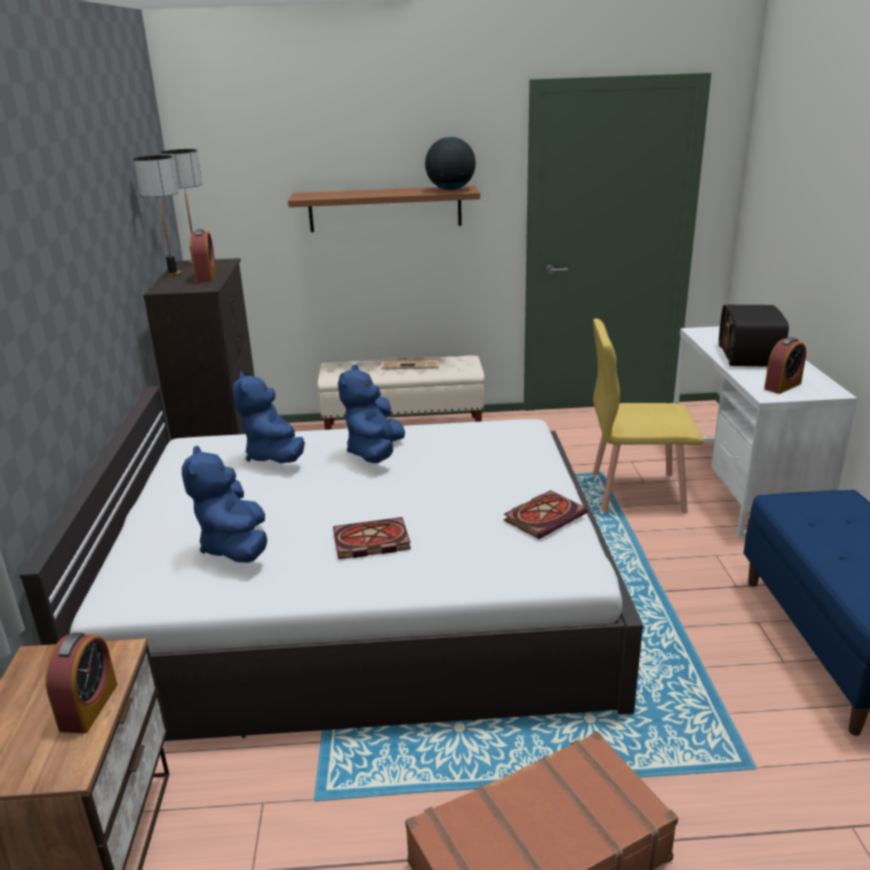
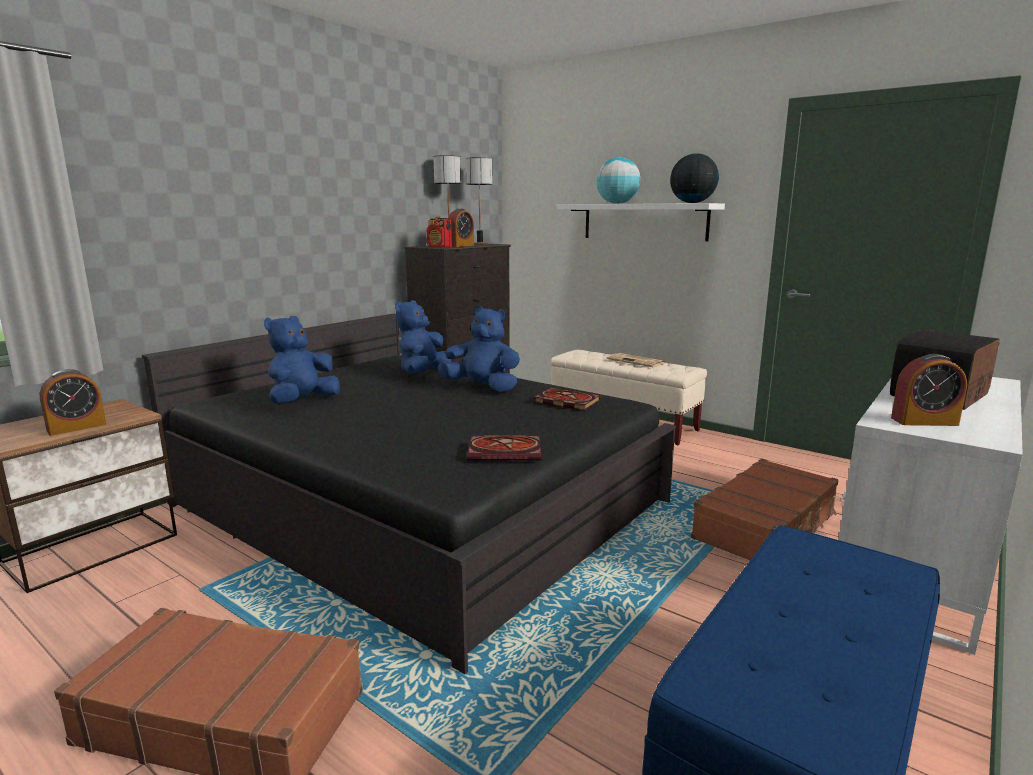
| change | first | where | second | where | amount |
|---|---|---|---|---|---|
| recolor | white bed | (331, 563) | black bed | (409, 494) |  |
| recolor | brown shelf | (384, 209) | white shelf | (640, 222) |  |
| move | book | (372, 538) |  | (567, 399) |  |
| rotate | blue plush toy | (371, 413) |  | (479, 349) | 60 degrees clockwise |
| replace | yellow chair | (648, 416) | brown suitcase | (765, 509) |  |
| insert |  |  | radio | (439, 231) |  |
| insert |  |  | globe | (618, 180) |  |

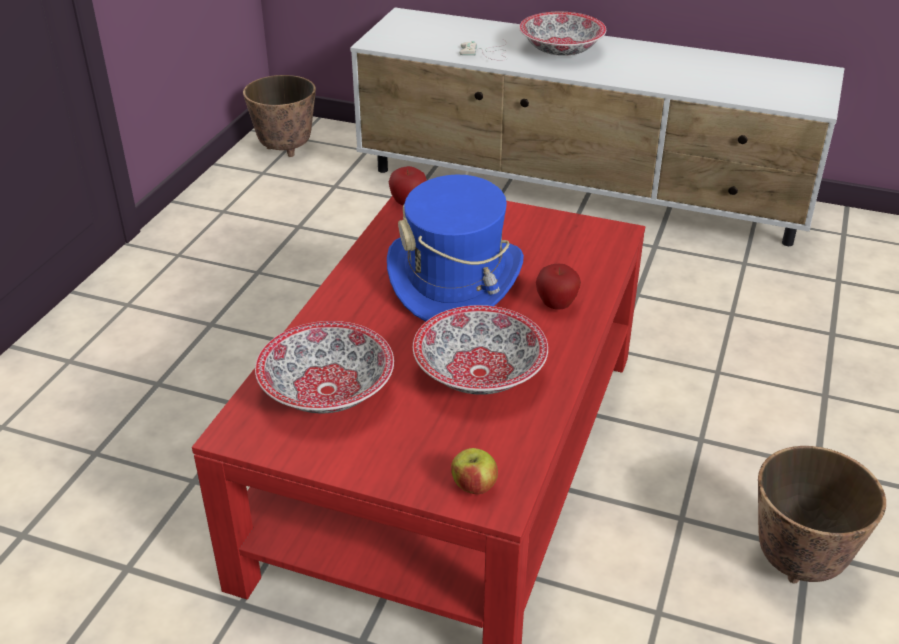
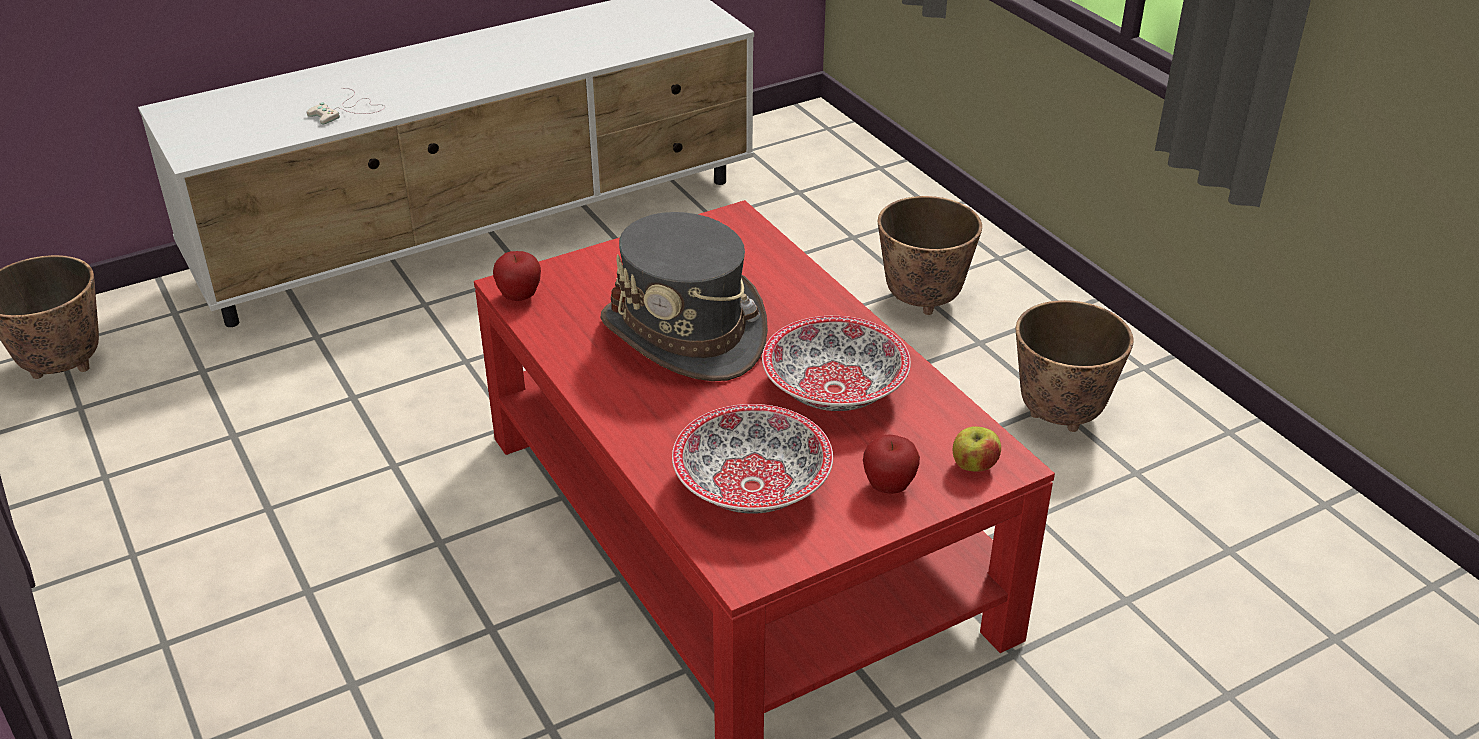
| change | first | where | second | where | amount |
|---|---|---|---|---|---|
| recolor | blue hat | (455, 248) | grey hat | (684, 296) |  |
| delete | bowl | (562, 34) |  |  |  |
| move | apple | (558, 287) |  | (891, 464) |  |
| insert |  |  | planter | (930, 255) |  |

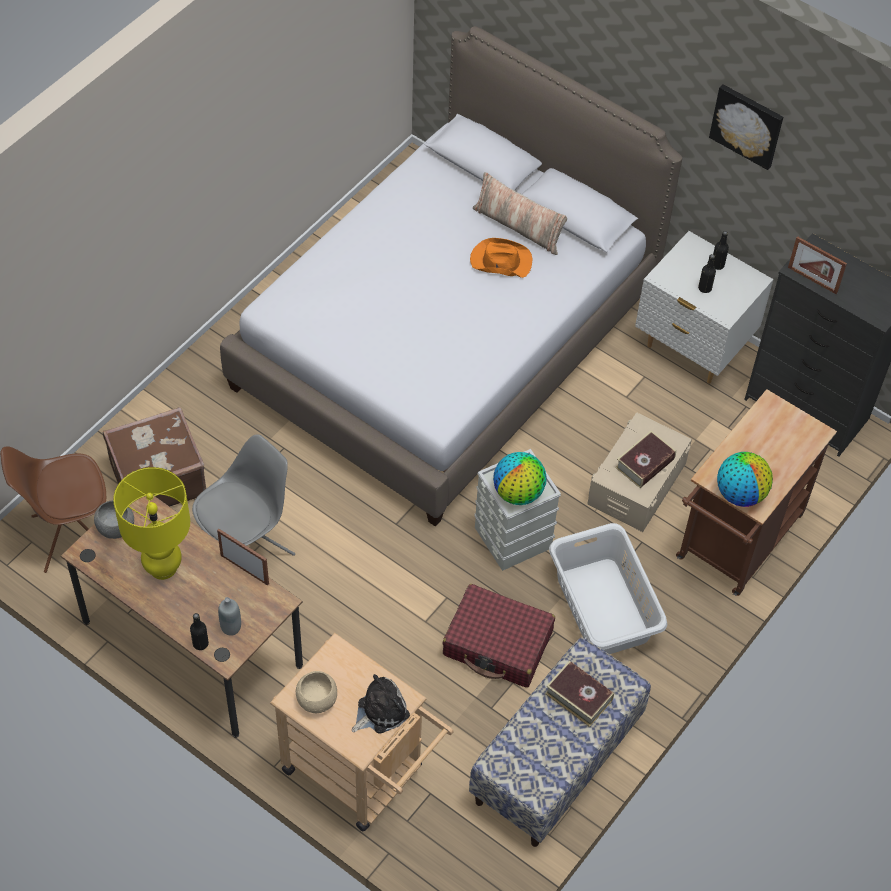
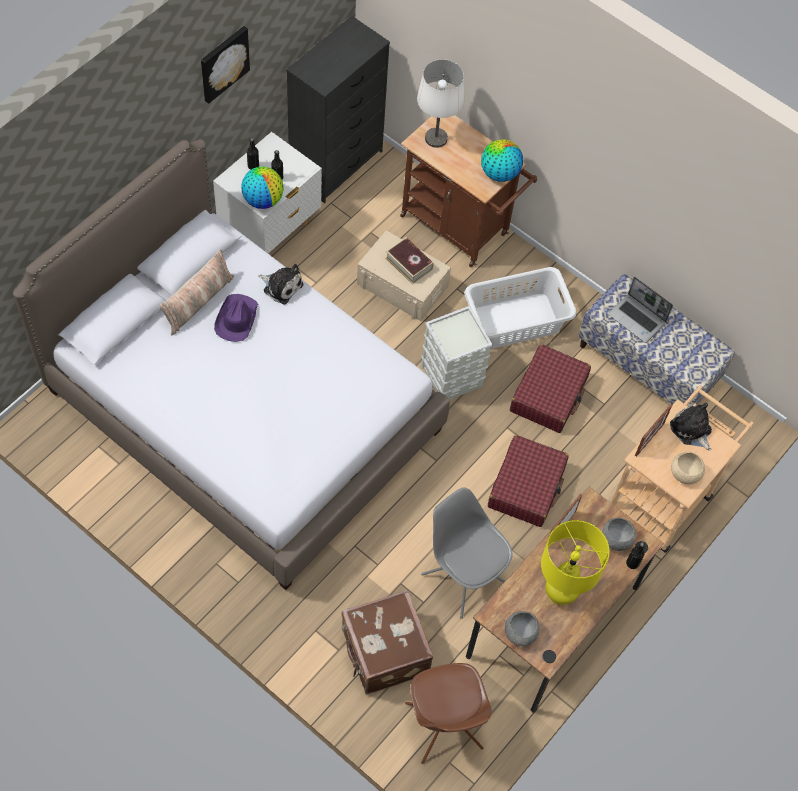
| change | first | where | second | where | amount |
|---|---|---|---|---|---|
| replace | grey bottle | (229, 616) | grey bowl | (619, 534) |  |
| recolor | orange hat | (501, 258) | purple hat | (236, 318) |  |
| move | globe | (520, 478) |  | (262, 188) |  |
| replace | book | (579, 693) | laptop | (640, 309) |  |
| move | picture frame | (817, 265) |  | (653, 430) |  |
| insert |  |  | plush toy | (281, 284) |  |
| insert |  |  | white table lamp | (440, 103) |  |
| insert |  |  | red suitcase | (528, 481) |  |

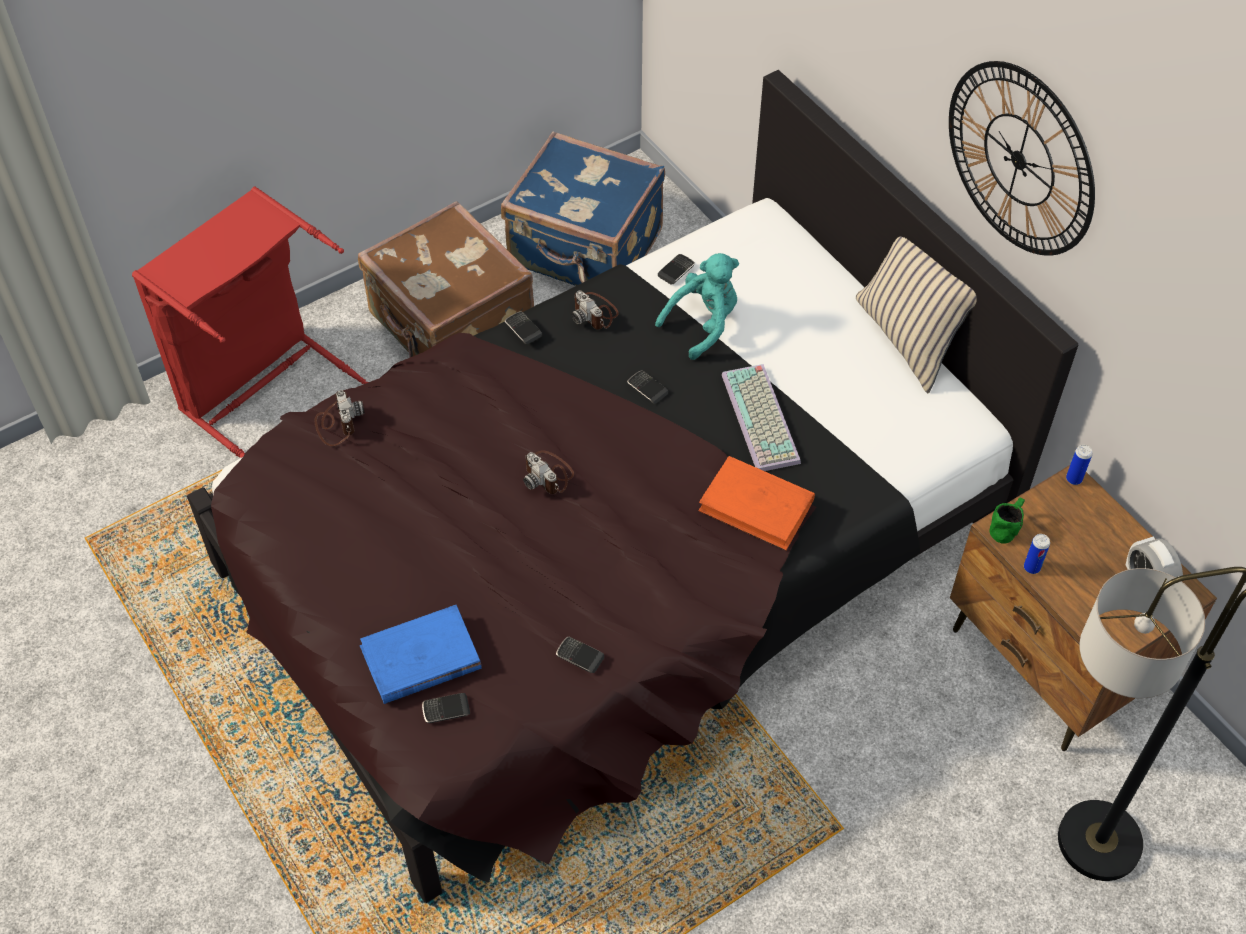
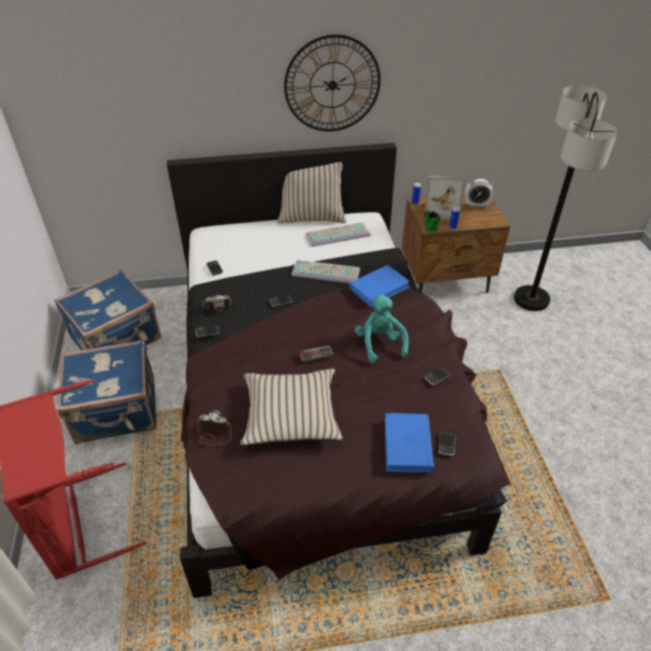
| change | first | where | second | where | amount |
|---|---|---|---|---|---|
| recolor | brown suitcase | (446, 279) | blue suitcase | (107, 392) |  |
| replace | photo camera | (548, 472) | game controller | (316, 353) |  |
| move | turquoise plush toy | (697, 306) |  | (382, 328) |  |
| recolor | orange book | (757, 503) | blue book | (379, 286) |  |
| insert |  |  | beige pillow | (292, 407) |  |
| insert |  |  | keyboard | (338, 234) |  |
| insert |  |  | picture frame | (445, 198) |  |

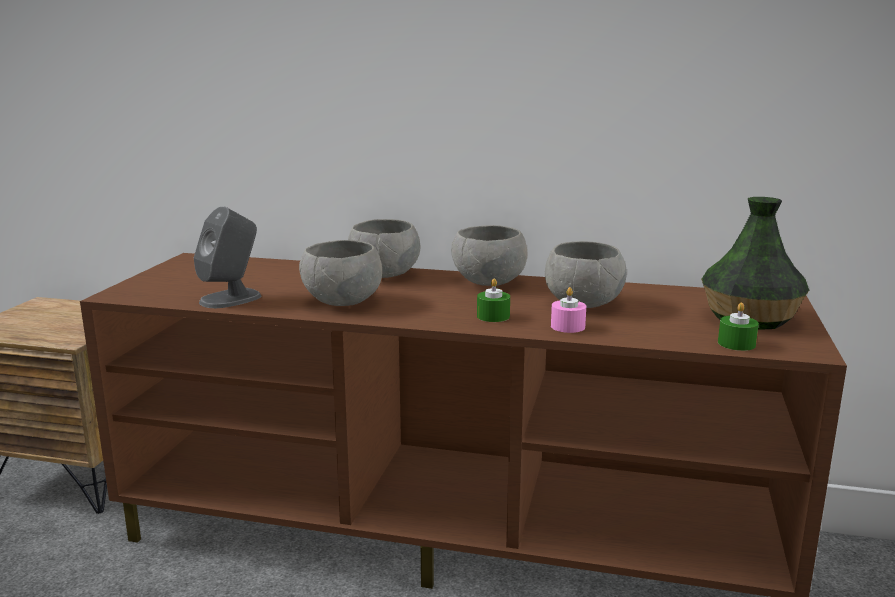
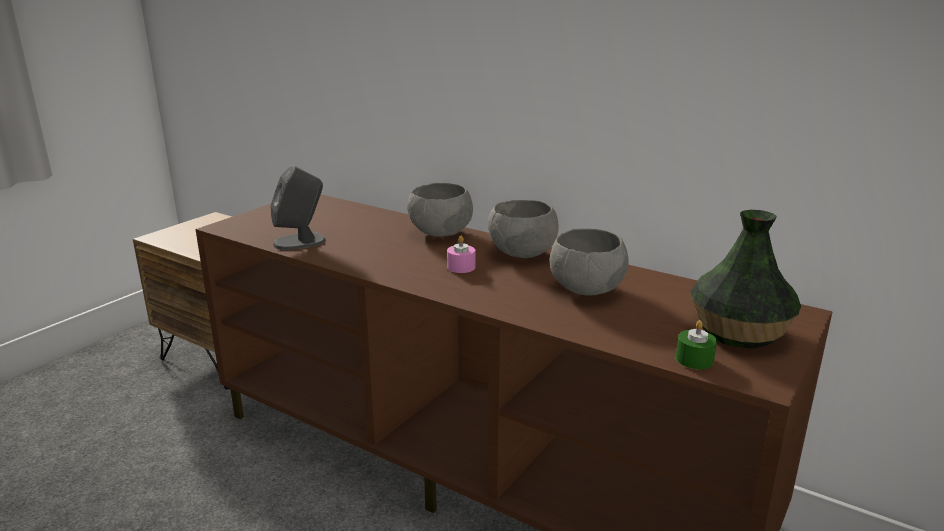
| change | first | where | second | where | amount |
|---|---|---|---|---|---|
| delete | grey bowl | (340, 273) |  |  |  |
| delete | green candle | (493, 300) |  |  |  |
| move | pink candle | (568, 310) |  | (461, 254) |  |

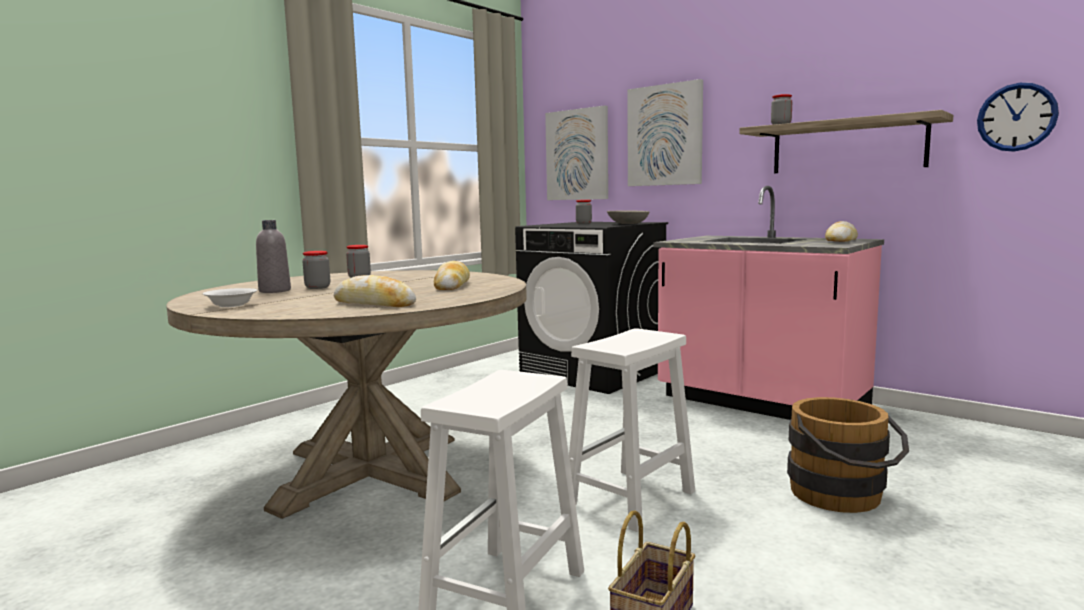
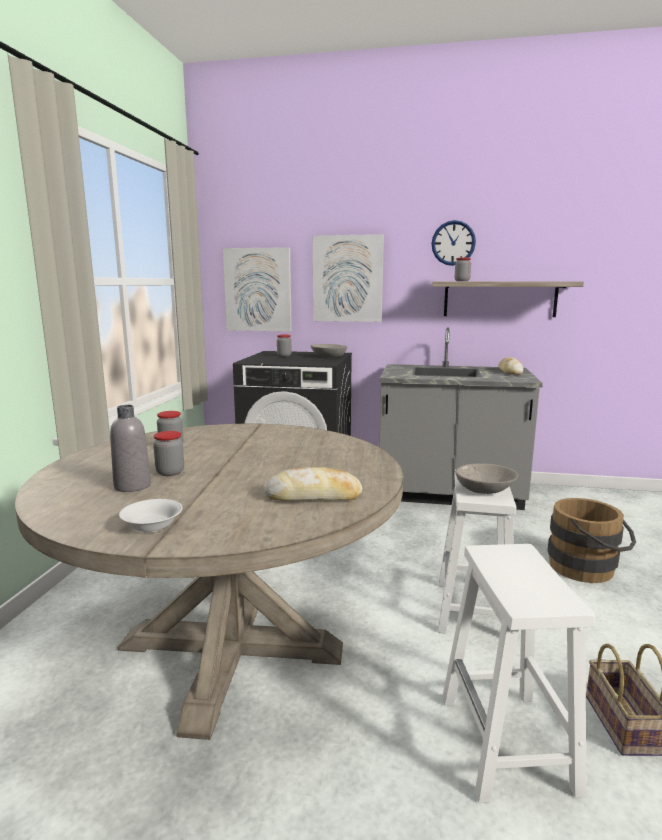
| change | first | where | second | where | amount |
|---|---|---|---|---|---|
| delete | bread | (452, 275) |  |  |  |
| recolor | pink counter | (768, 303) | grey counter | (461, 419) |  |
| move | wall clock | (1018, 117) |  | (453, 243) |  |
| insert |  |  | grey bowl | (486, 478) |  |

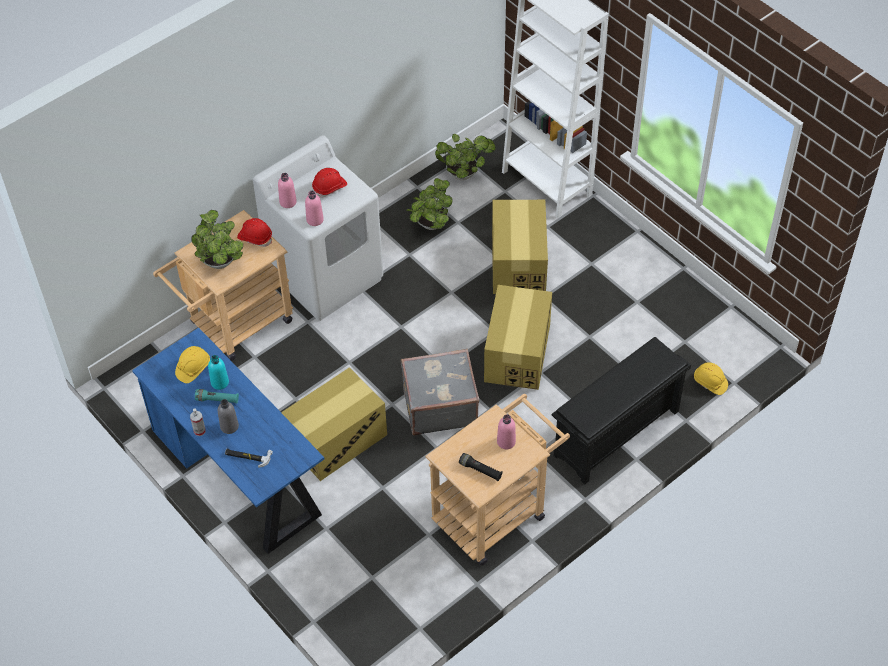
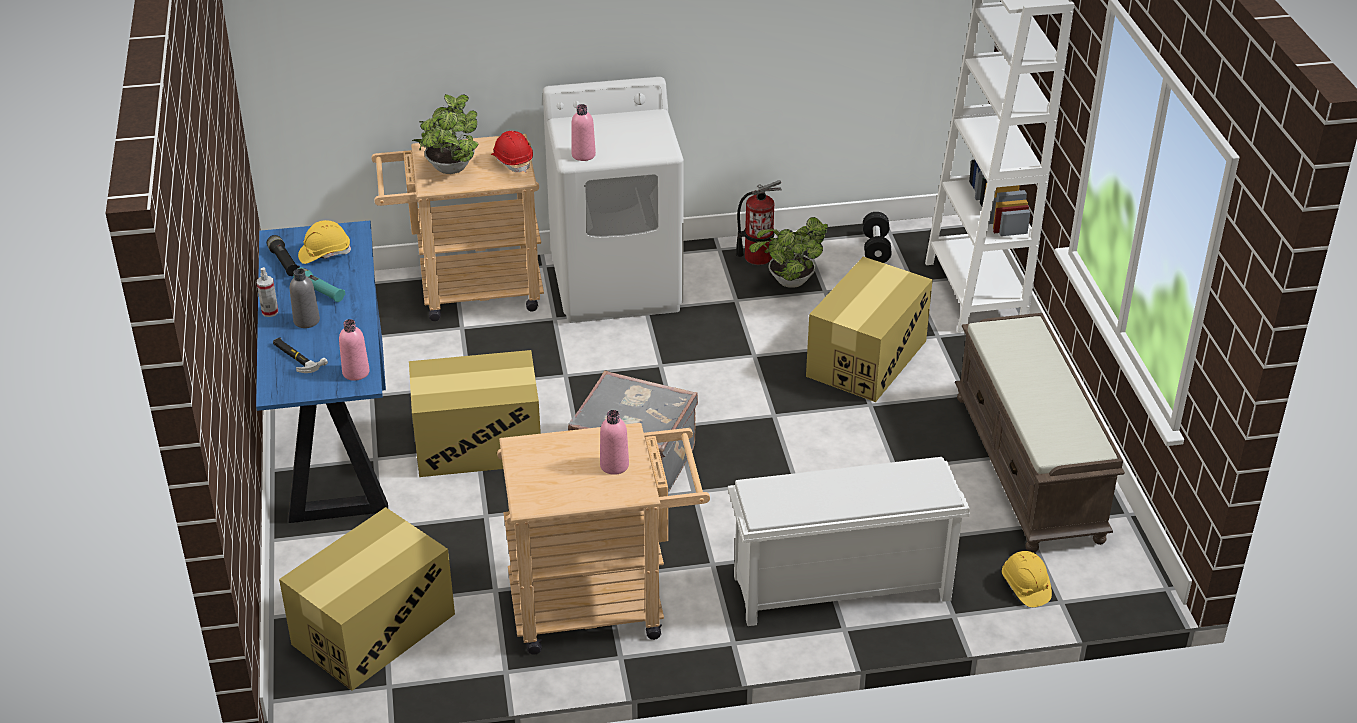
| change | first | where | second | where | amount |
|---|---|---|---|---|---|
| delete | turquoise bottle | (218, 372) |  |  |  |
| move | pink bottle | (287, 190) |  | (354, 350) |  |
| delete | red hard hat | (329, 183) |  |  |  |
| replace | potted plant | (465, 157) | black dumbbell | (877, 237) |  |
| move | black flashlight | (481, 467) |  | (283, 255) |  |
| move | cardboard box | (518, 337) |  | (367, 599) |  |
| recolor | black shoe rack | (621, 410) | white shoe rack | (849, 541) |  |
| insert |  |  | fire extinguisher | (759, 222) |  |
| insert |  |  | brown bench | (1040, 433) |  |

